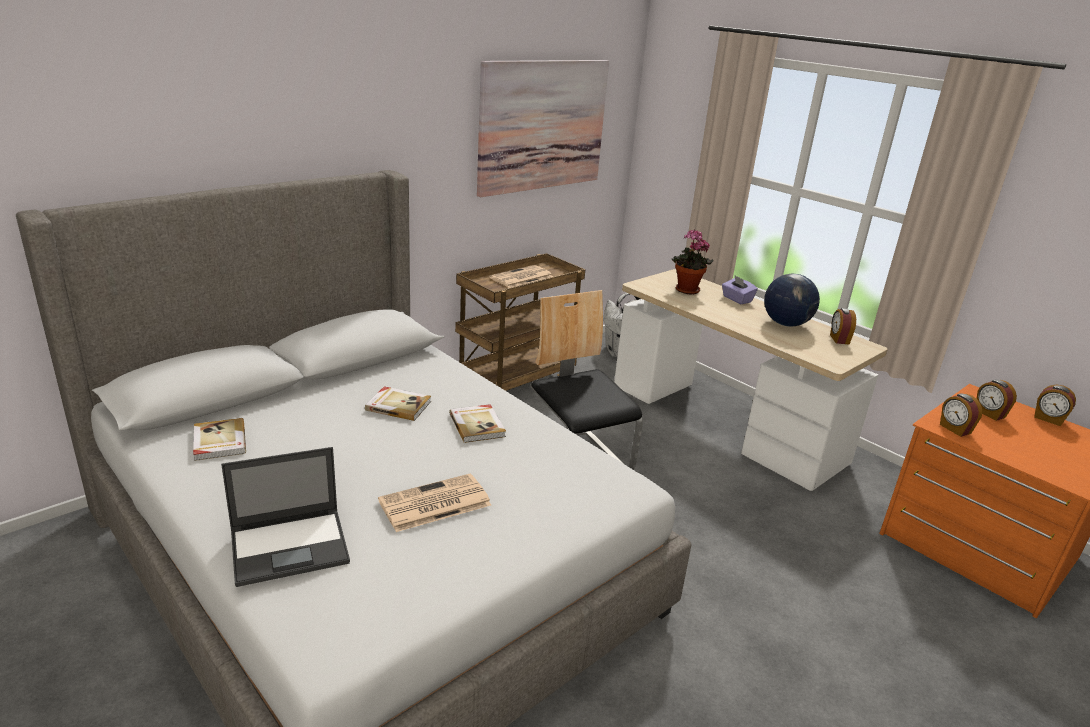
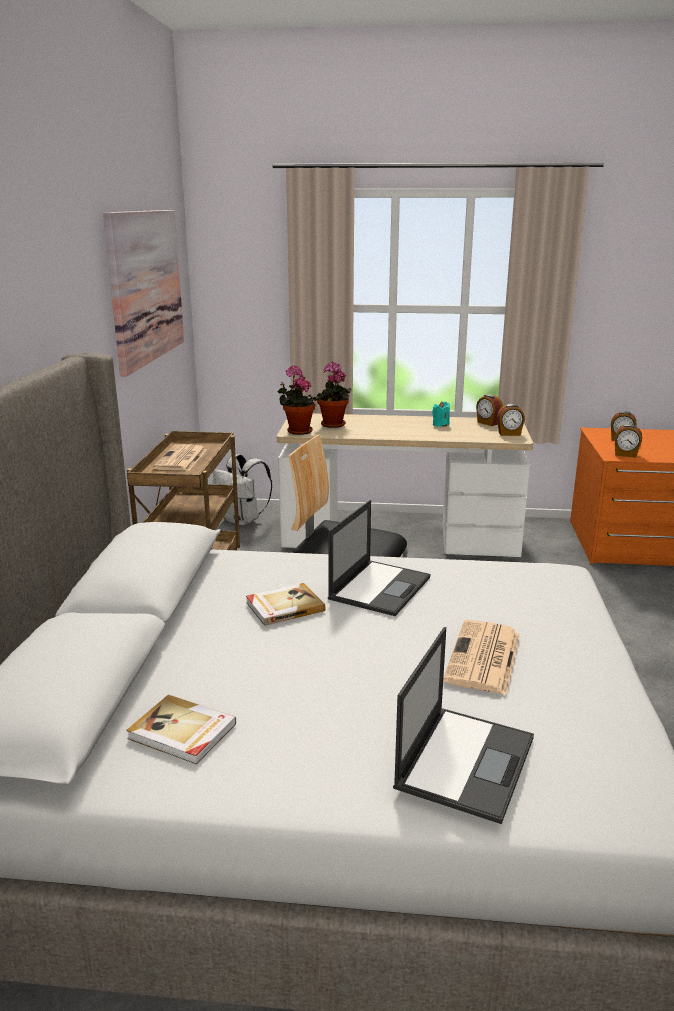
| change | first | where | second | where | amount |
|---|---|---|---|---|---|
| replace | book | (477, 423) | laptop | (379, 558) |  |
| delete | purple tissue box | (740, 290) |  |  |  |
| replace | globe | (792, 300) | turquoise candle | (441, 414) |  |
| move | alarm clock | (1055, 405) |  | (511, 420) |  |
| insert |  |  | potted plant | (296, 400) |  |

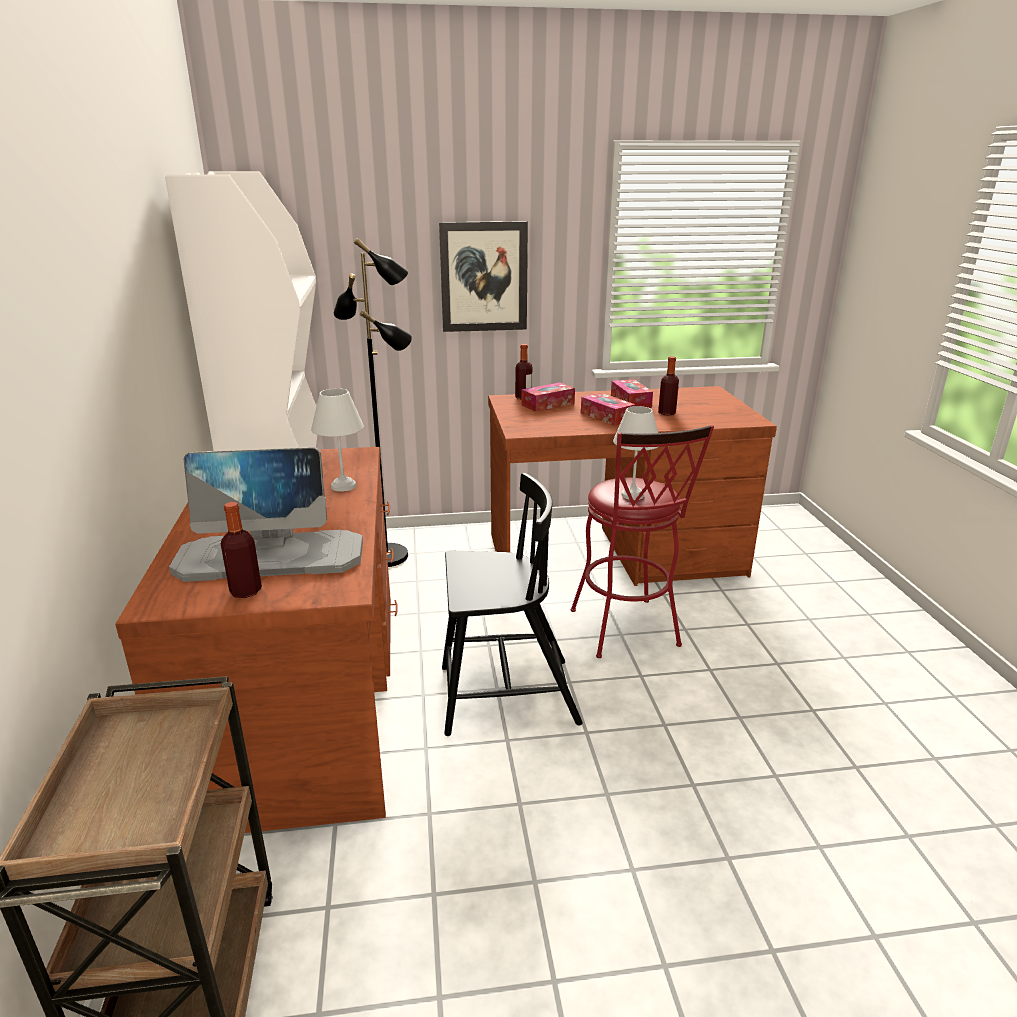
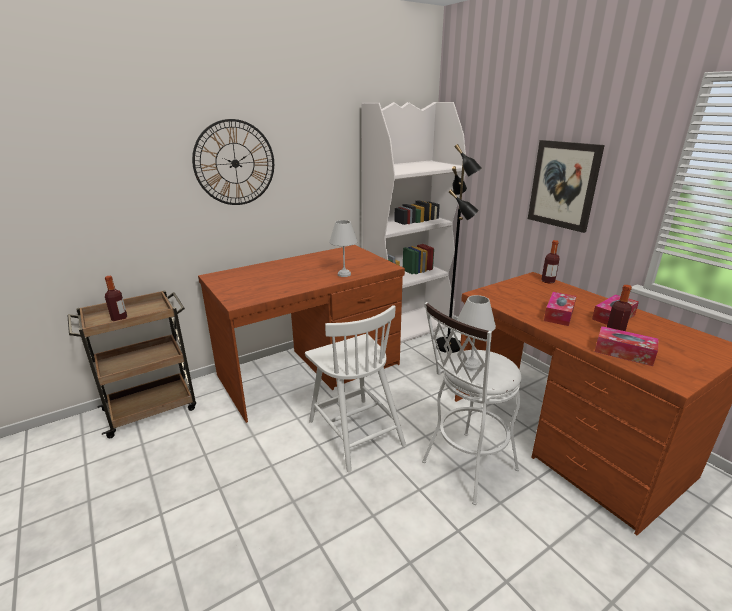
| change | first | where | second | where | amount |
|---|---|---|---|---|---|
| delete | monitor | (266, 514) |  |  |  |
| move | bottle | (241, 550) |  | (116, 298) |  |
| recolor | black chair | (512, 604) | white chair | (355, 388) |  |
| move | tissue box | (548, 397) |  | (627, 346) |  |
| recolor | red stool | (642, 541) | white stool | (471, 403) |  |
| insert |  |  | wall clock | (233, 162) |  |

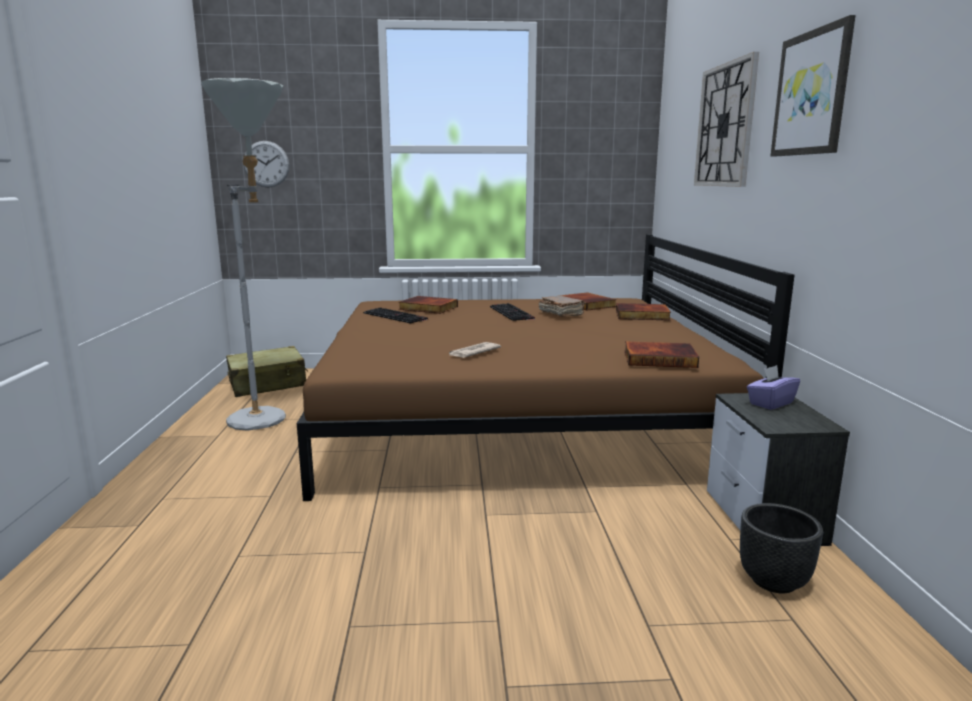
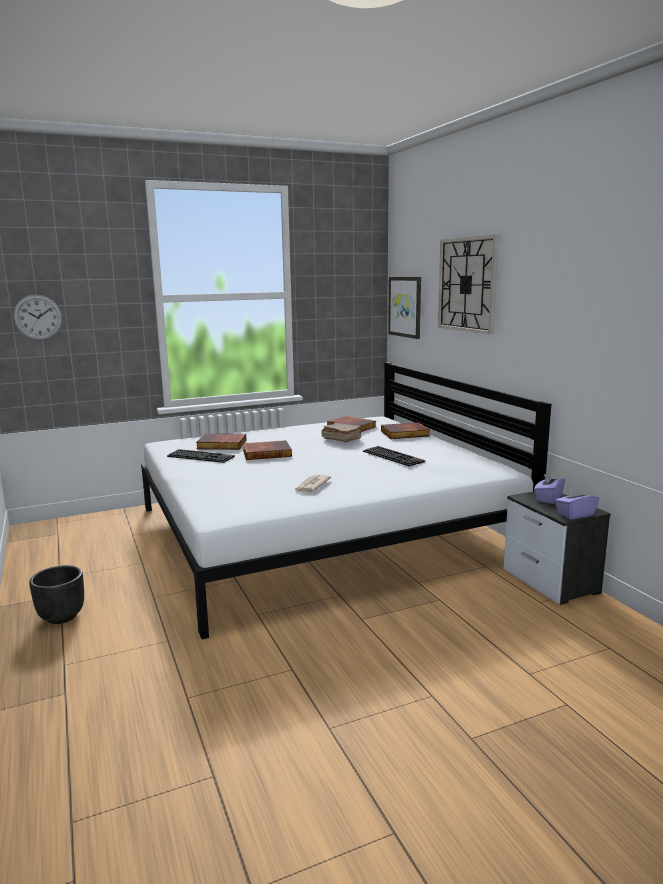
| change | first | where | second | where | amount |
|---|---|---|---|---|---|
| delete | grey floor lamp | (243, 254) |  |  |  |
| delete | beige suitcase | (267, 371) |  |  |  |
| recolor | brown bed | (545, 367) | white bed | (346, 500) |  |
| move | keyboard | (512, 312) |  | (394, 456) |  |
| move | book | (662, 354) |  | (267, 450) |  |
| move | black planter | (781, 548) |  | (56, 594) |  |
| move | picture | (813, 86) |  | (404, 308) |  |
| insert |  |  | purple tissue box | (577, 503) |  |

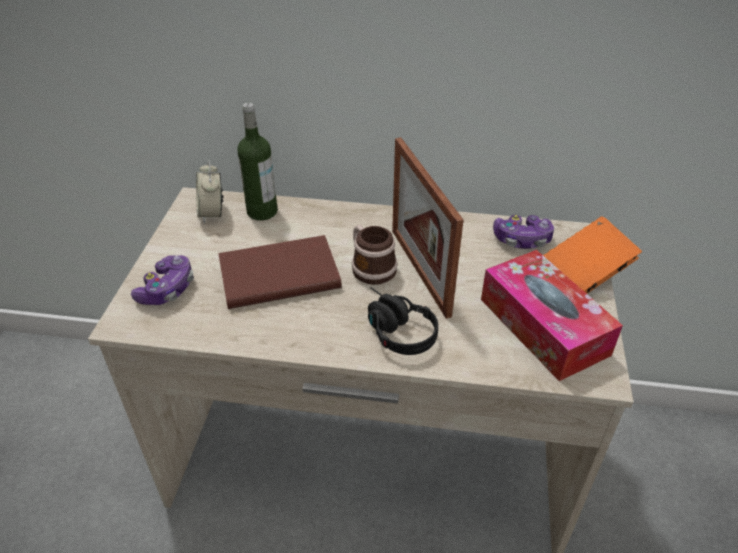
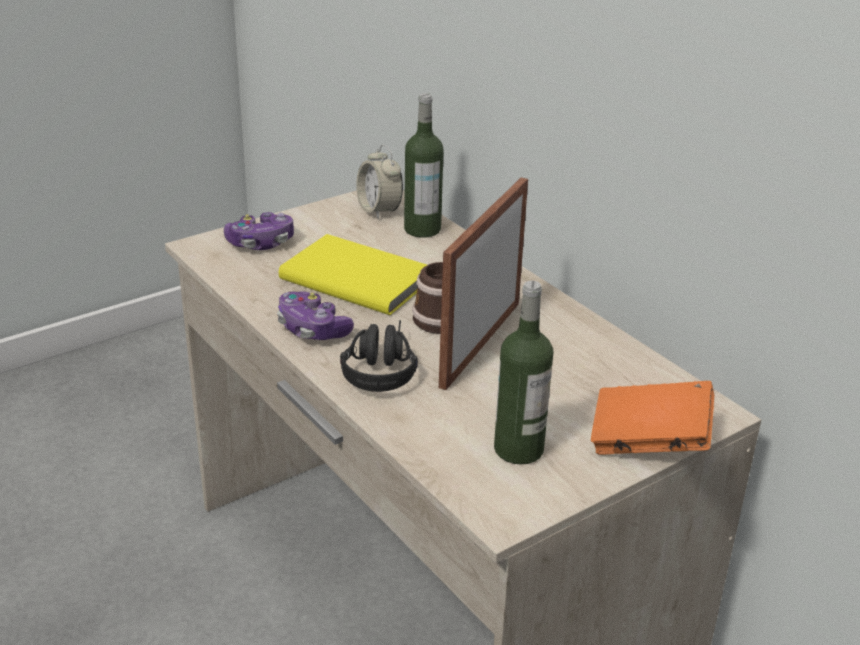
| change | first | where | second | where | amount |
|---|---|---|---|---|---|
| rotate | alarm clock | (210, 192) |  | (379, 182) | 60 degrees counterclockwise |
| recolor | brown book | (280, 272) | yellow book | (353, 274) |  |
| replace | tissue box | (552, 315) | bottle | (523, 373) |  |
| move | game controller | (523, 232) |  | (315, 315) |  |

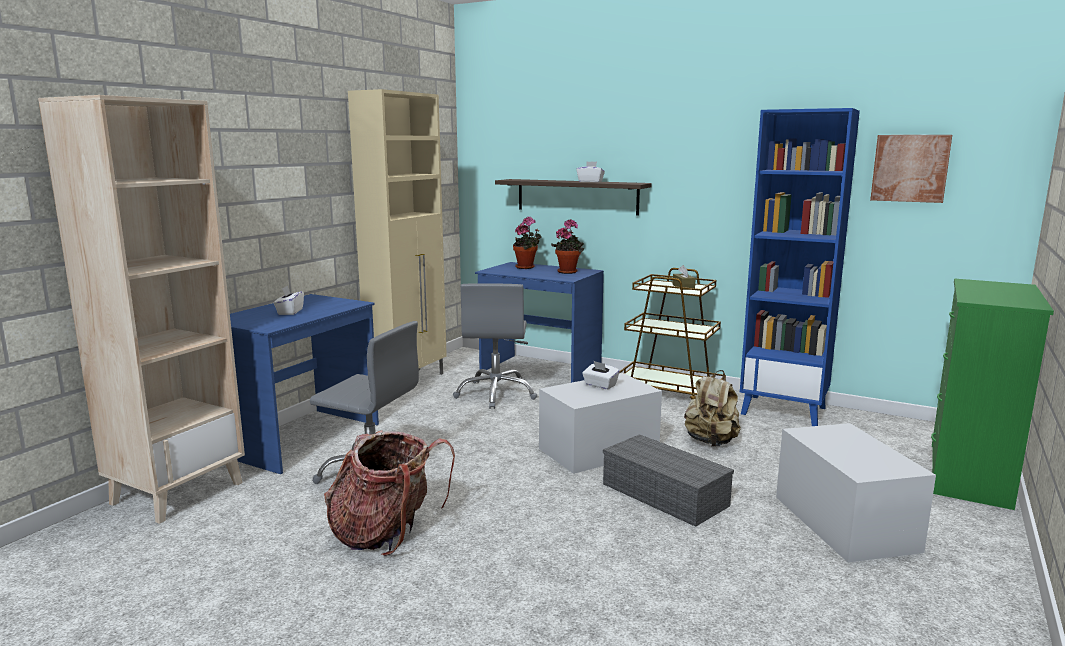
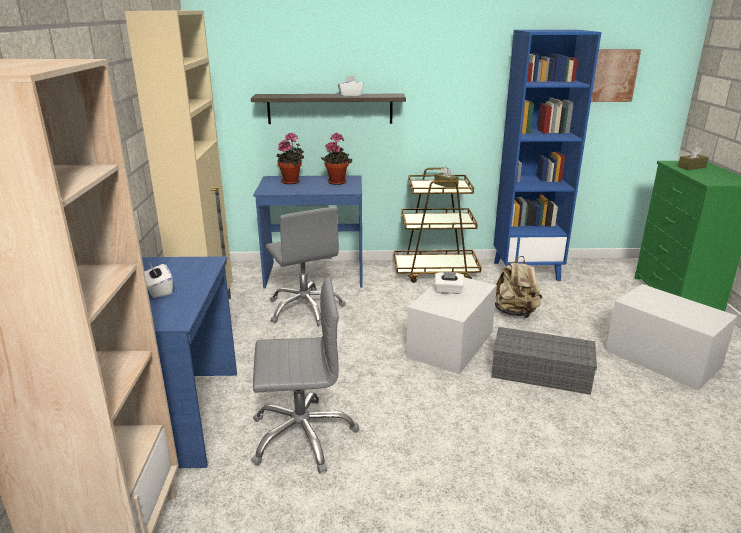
| change | first | where | second | where | amount |
|---|---|---|---|---|---|
| delete | backpack | (389, 493) |  |  |  |
| insert |  |  | brown tissue box | (693, 158) |  |

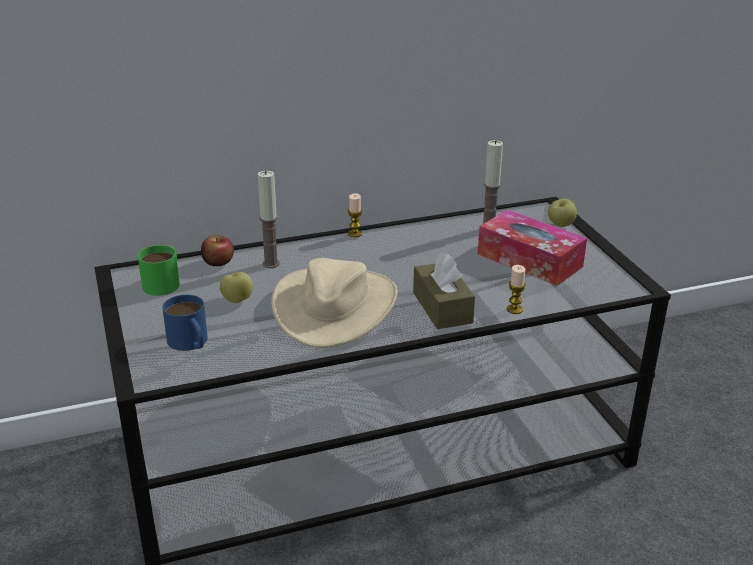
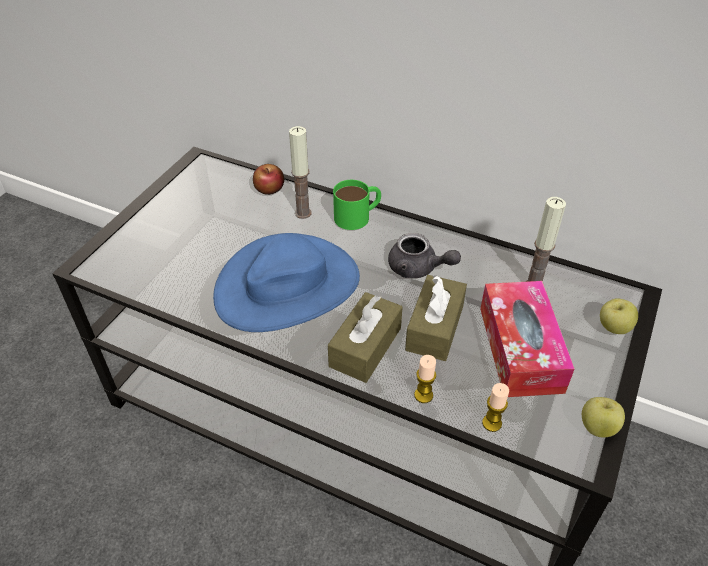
| change | first | where | second | where | amount |
|---|---|---|---|---|---|
| move | green mug | (159, 270) |  | (357, 205) |  |
| delete | blue mug | (185, 323) |  |  |  |
| move | apple | (236, 287) |  | (603, 417) |  |
| recolor | beige hat | (335, 303) | blue hat | (286, 282) |  |
| move | candle | (355, 215) |  | (495, 407) |  |
| insert |  |  | grey teapot | (424, 255) |  |
| insert |  |  | brown tissue box | (436, 318) |  |

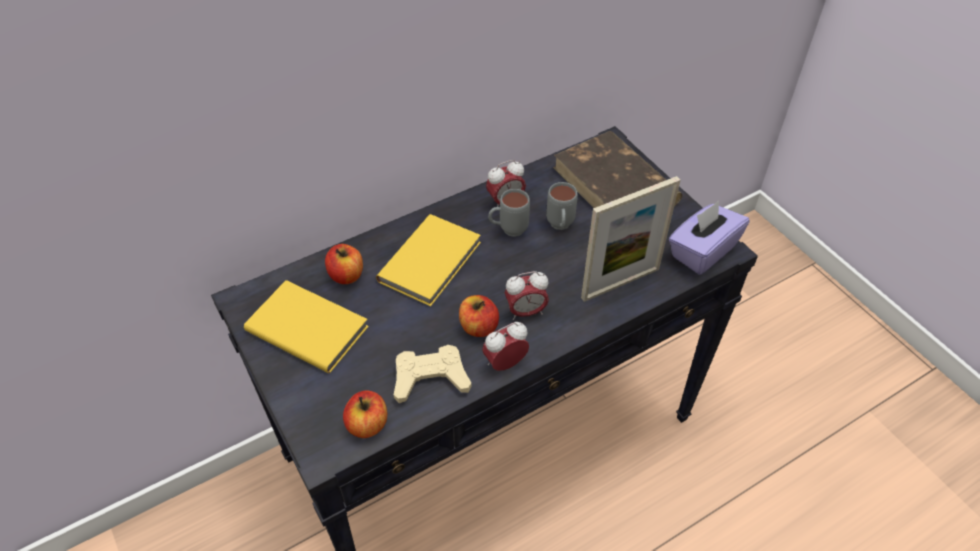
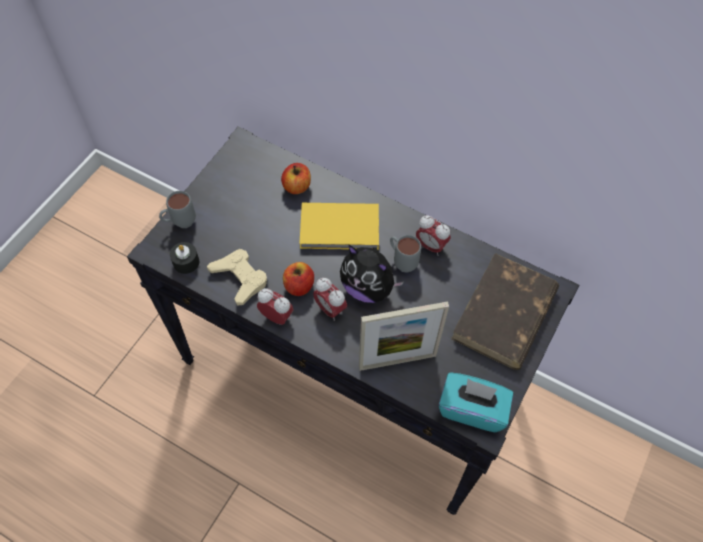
| change | first | where | second | where | amount |
|---|---|---|---|---|---|
| delete | yellow book | (306, 326) |  |  |  |
| replace | apple | (365, 414) | black candle | (184, 258) |  |
| move | grey mug | (562, 206) |  | (177, 209) |  |
| rotate | picture frame | (630, 239) |  | (404, 336) | 45 degrees counterclockwise |
| recolor | purple tissue box | (709, 238) | turquoise tissue box | (476, 402) |  |
| insert |  |  | plush toy | (372, 274) |  |

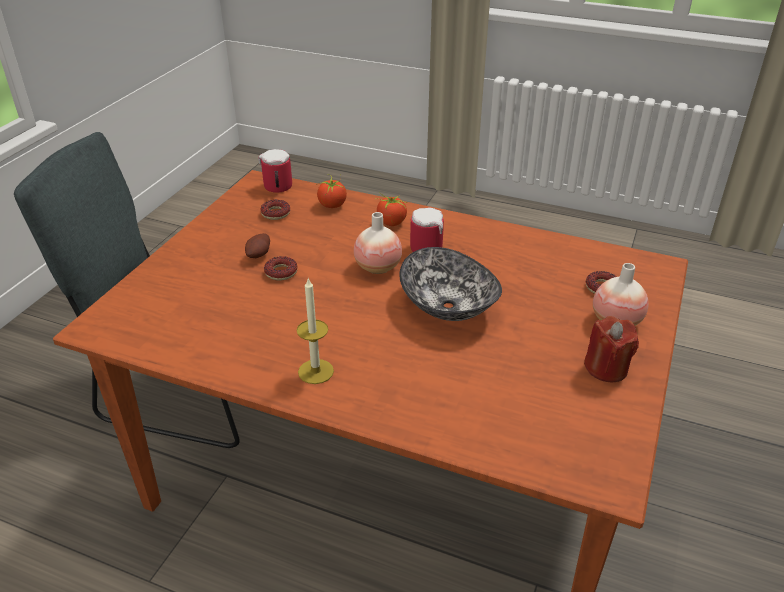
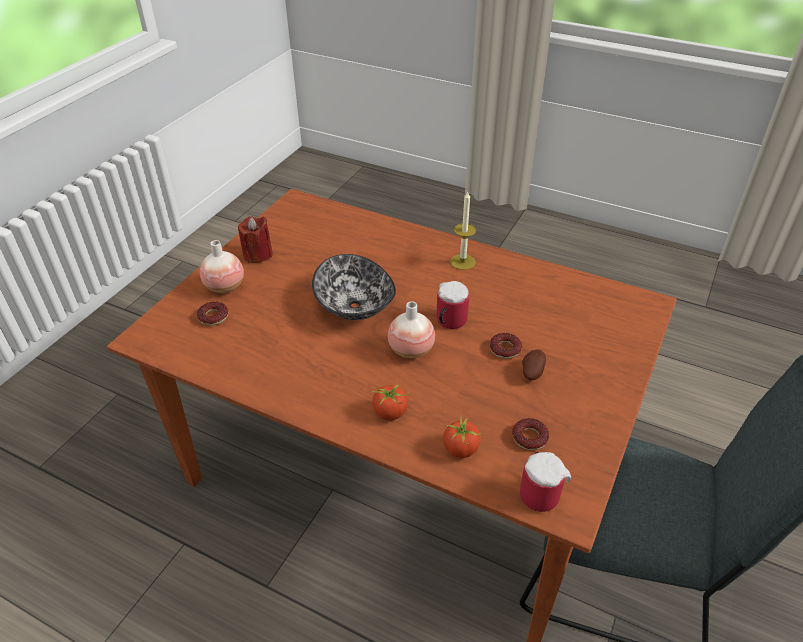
| change | first | where | second | where | amount |
|---|---|---|---|---|---|
| move | mug | (427, 230) |  | (453, 305) |  |

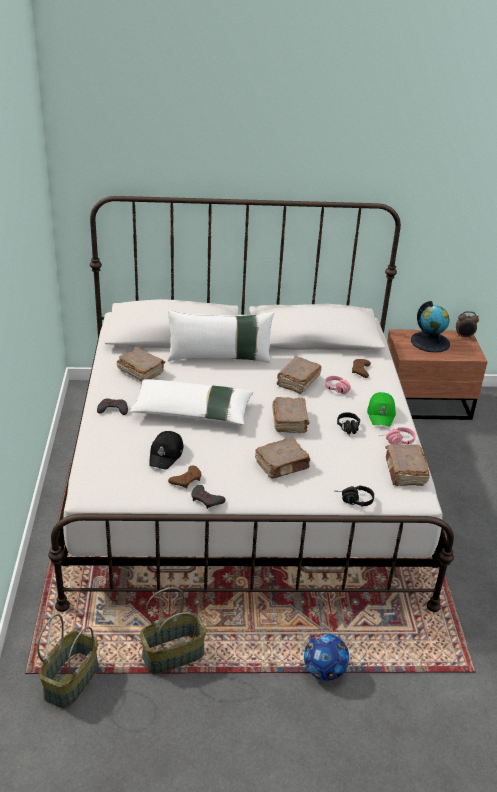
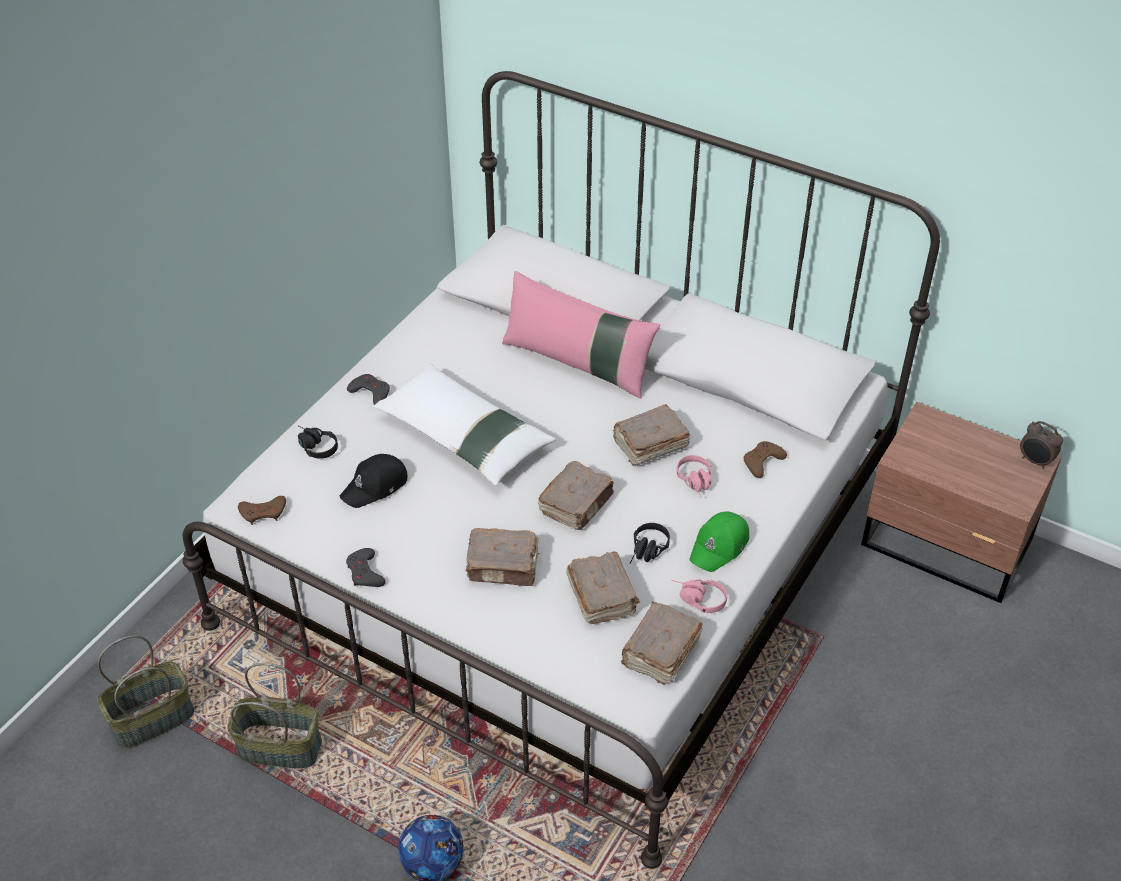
| change | first | where | second | where | amount |
|---|---|---|---|---|---|
| move | brown book | (141, 364) |  | (603, 587) |  |
| recolor | white pillow | (221, 336) | pink pillow | (581, 335) |  |
| move | brown game controller | (184, 477) |  | (262, 510) |  |
| move | black headphones | (356, 496) |  | (318, 442) |  |
| delete | globe | (430, 327) |  |  |  |

